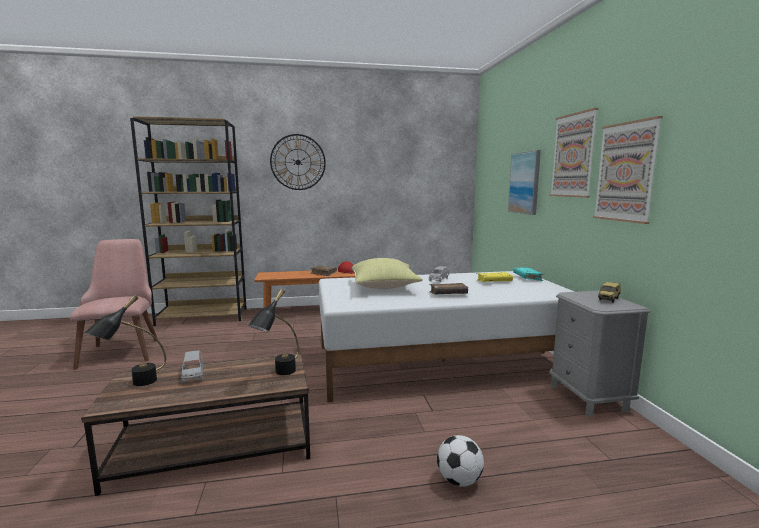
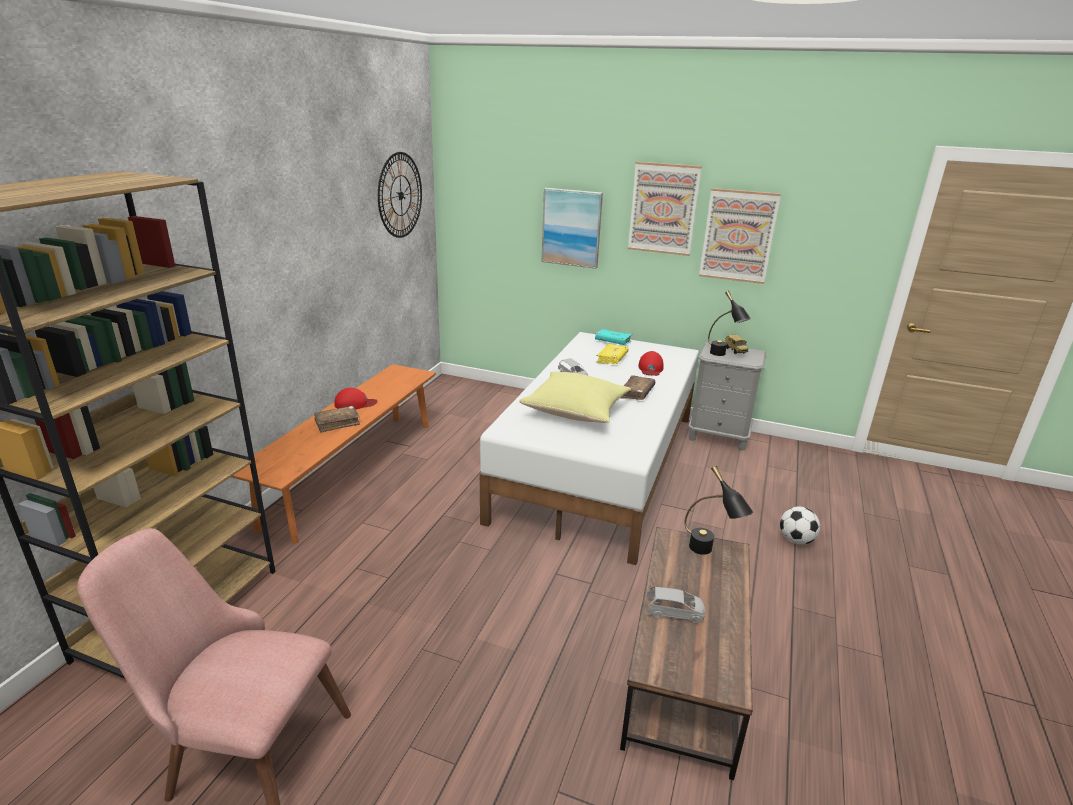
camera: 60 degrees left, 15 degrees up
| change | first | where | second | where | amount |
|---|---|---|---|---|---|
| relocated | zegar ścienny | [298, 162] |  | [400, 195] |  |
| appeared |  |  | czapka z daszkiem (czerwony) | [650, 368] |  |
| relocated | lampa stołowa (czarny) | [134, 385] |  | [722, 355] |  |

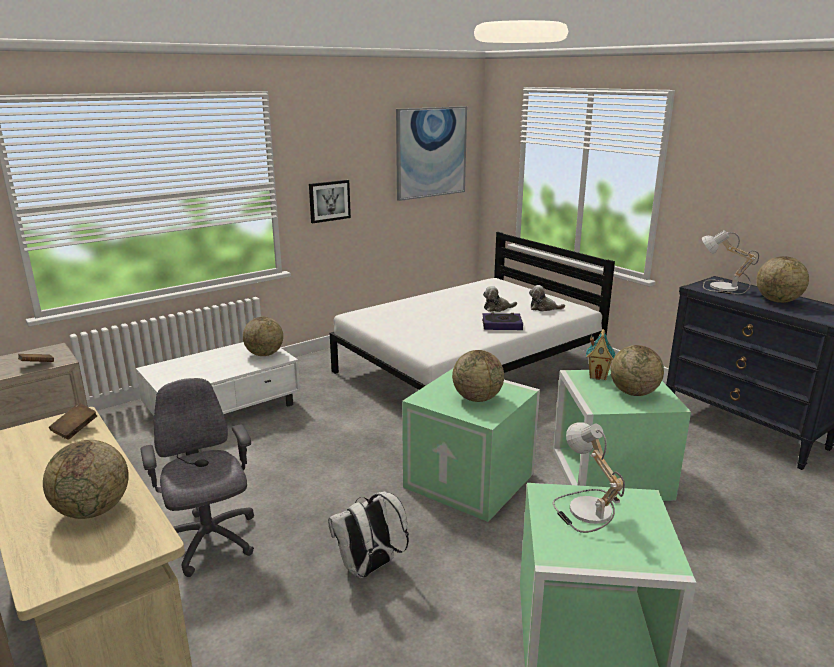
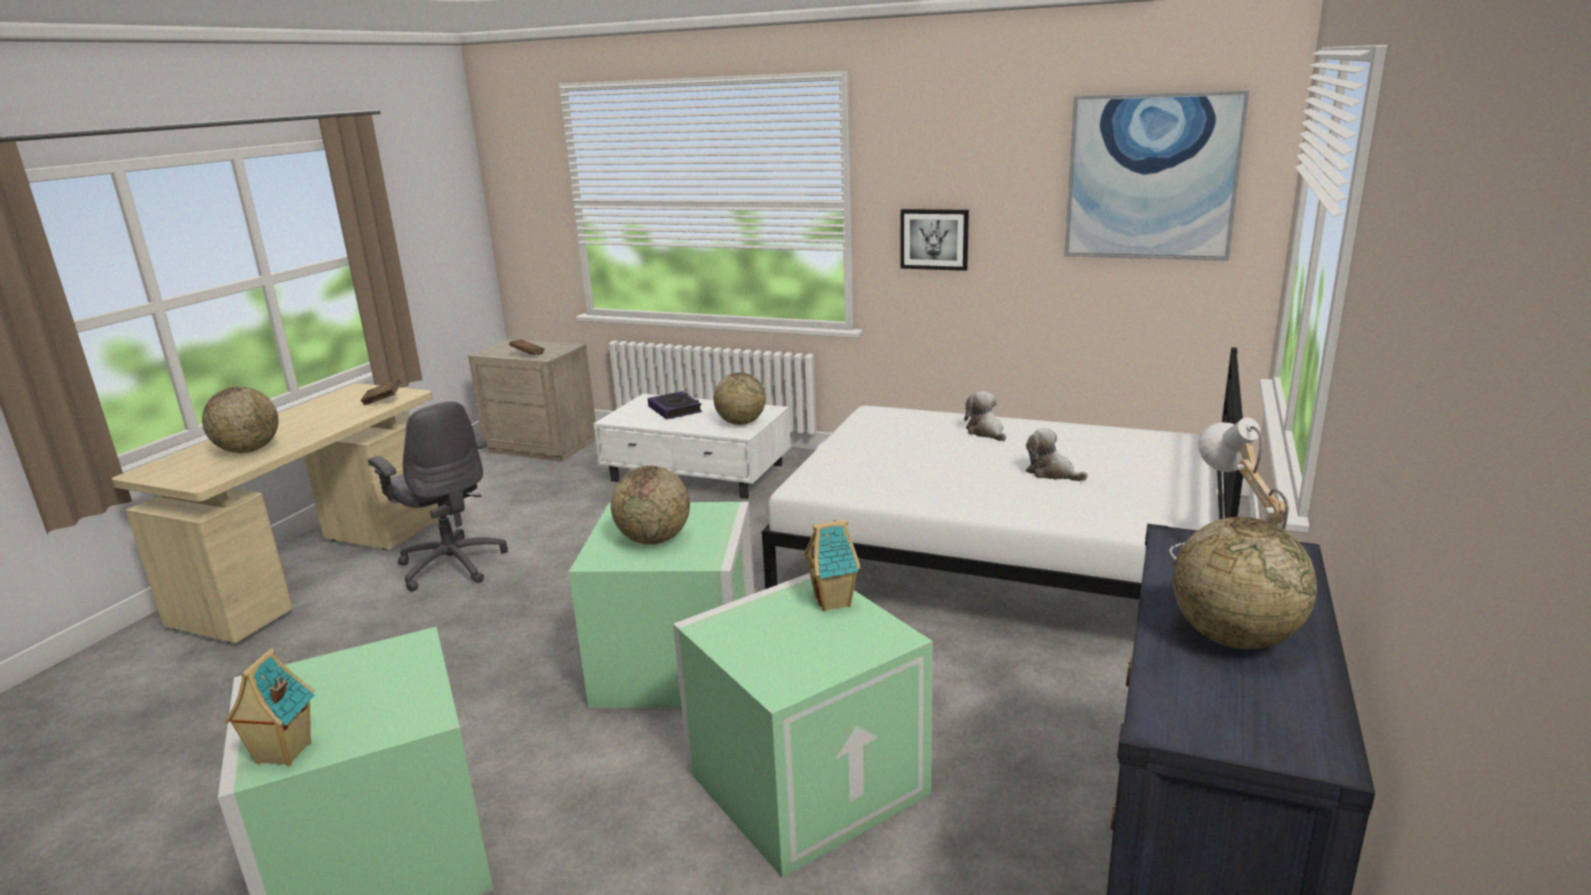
camera: 60 degrees right, 0 degrees up
| change | first | where | second | where | amount |
|---|---|---|---|---|---|
| appeared |  |  | domek | [282, 754] |  |
| spun | krzesło biurowe (szary) | [209, 542] |  | [452, 565] | 105 degrees clockwise |
| relocated | książka | [502, 325] |  | [675, 409] |  |
| relocated | pluszak | [543, 308] |  | [986, 432] |  |
| missing | plecak (biały) | [369, 568] |  |  |  |
| missing | lampa stołowa | [585, 510] |  |  |  |
| missing | globus | [633, 393] |  |  |  |

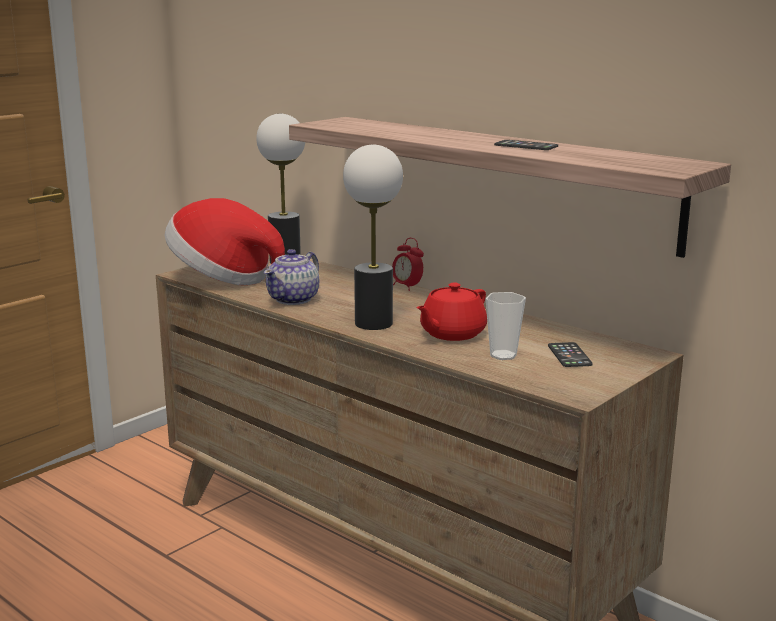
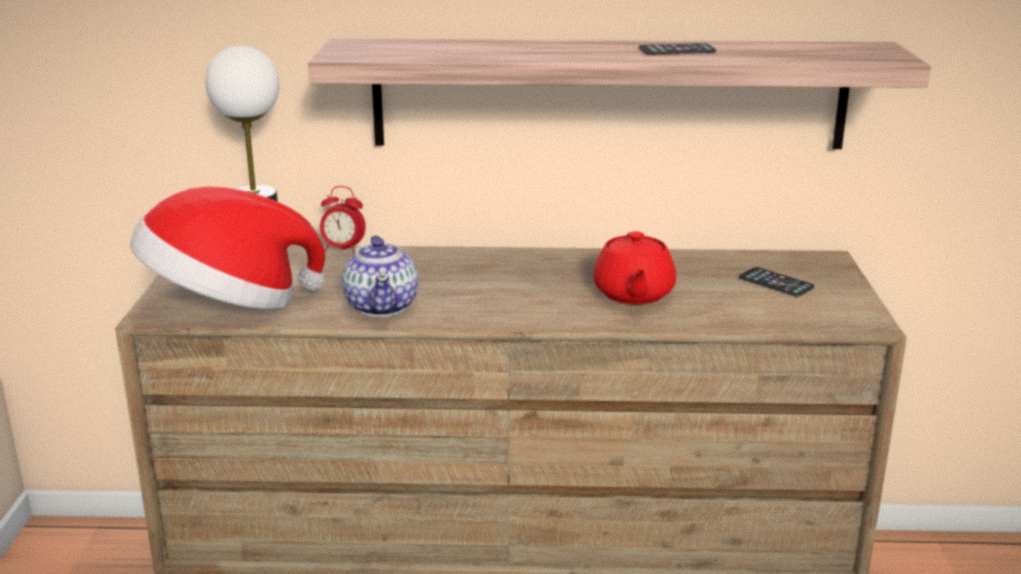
camera: 40 degrees left, 5 degrees up
| change | first | where | second | where | amount |
|---|---|---|---|---|---|
| relocated | budzik | [407, 287] |  | [343, 250] |  |
| missing | lampa stołowa | [373, 324] |  |  |  |
| missing | filiżanka | [503, 355] |  |  |  |

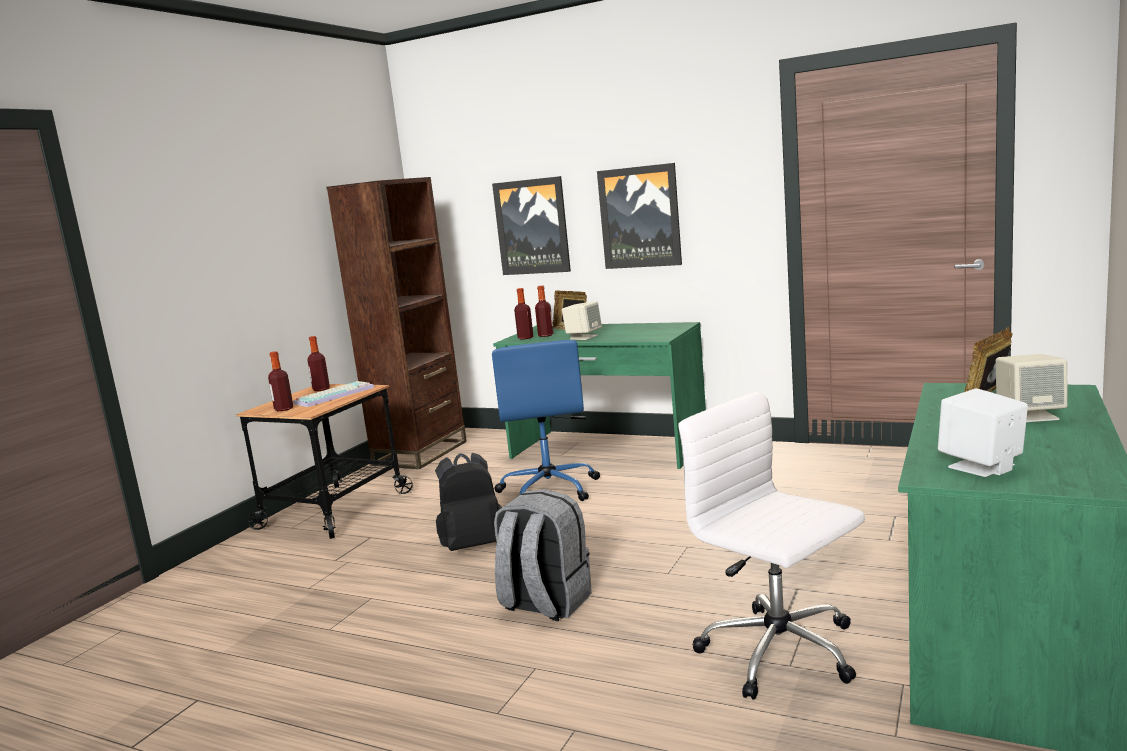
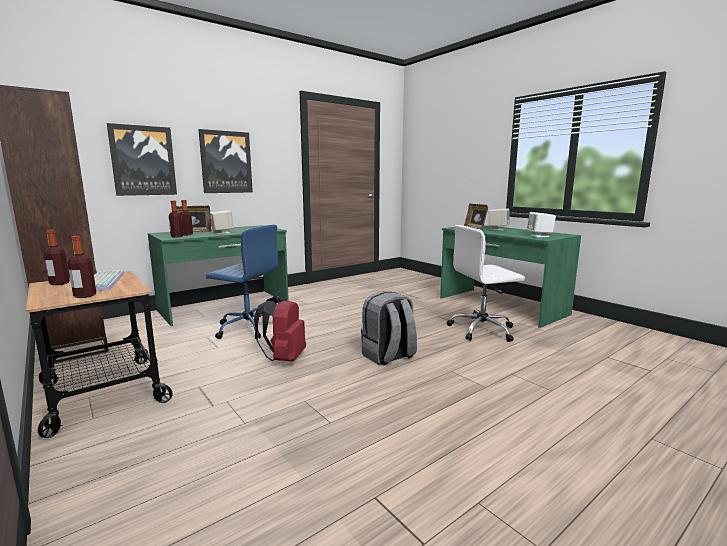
camera: 65 degrees left, 0 degrees up
| change | first | where | second | where | amount |
|---|---|---|---|---|---|
| colour | plecak (czarny) | [473, 545] | plecak (czerwony) | [284, 358] |  |

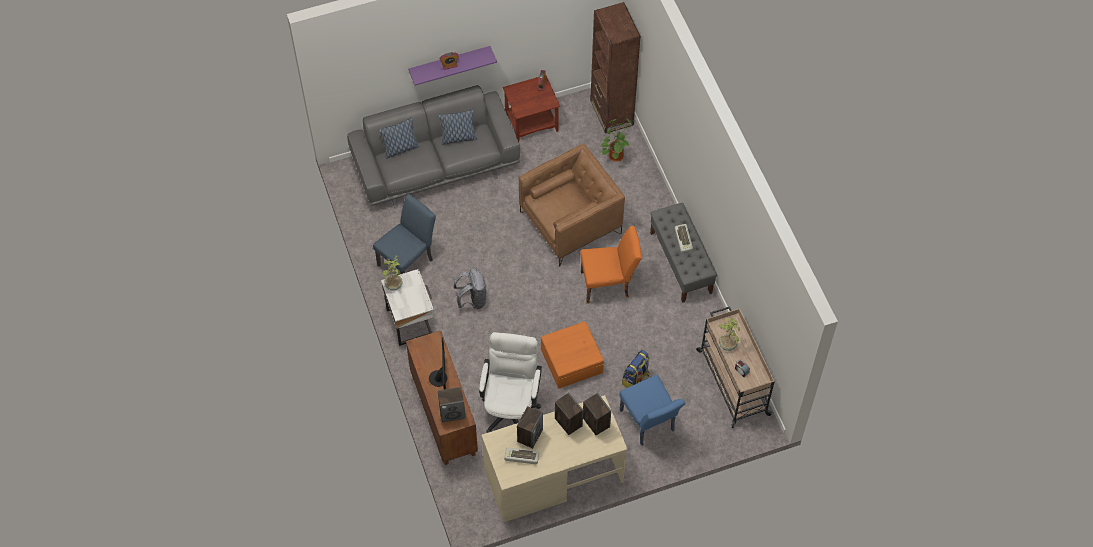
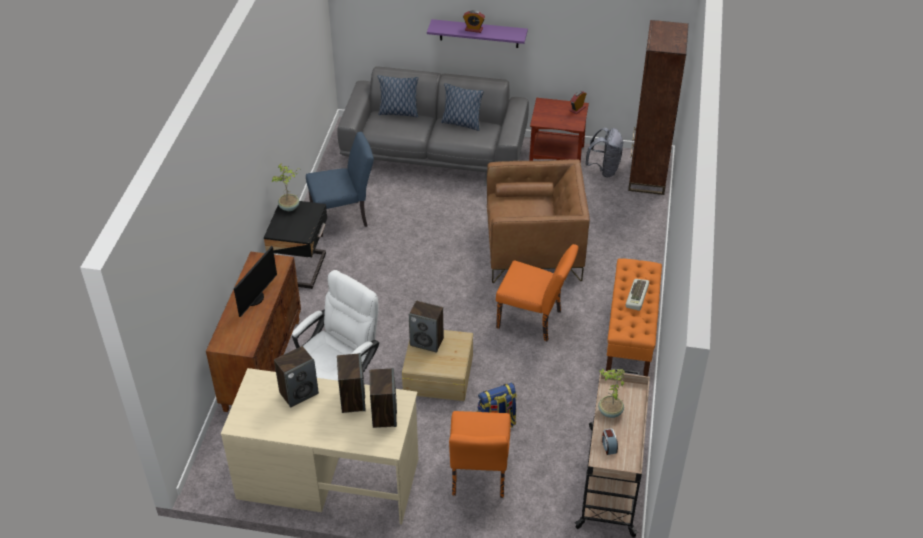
camera: 30 degrees right, 15 degrees down
| change | first | where | second | where | amount |
|---|---|---|---|---|---|
| colour | szafka nocna (biały) | [411, 322] | szafka nocna (czarny) | [301, 268] |  |
| colour | pojemnik do przechowywania (pomarańczowy) | [571, 360] | pojemnik do przechowywania (beżowy) | [437, 374] |  |
| relocated | głośnik | [452, 412] |  | [427, 341] |  |
| colour | krzesło (niebieski) | [649, 424] | krzesło (pomarańczowy) | [478, 477] |  |
| relocated | plecak (szary) | [472, 300] |  | [604, 169] |  |
| colour | ławka (szary) | [681, 263] | ławka (pomarańczowy) | [630, 334] |  |
| missing | klawiatura | [521, 457] |  |  |  |
| missing | roślina doniczkowa | [615, 154] |  |  |  |

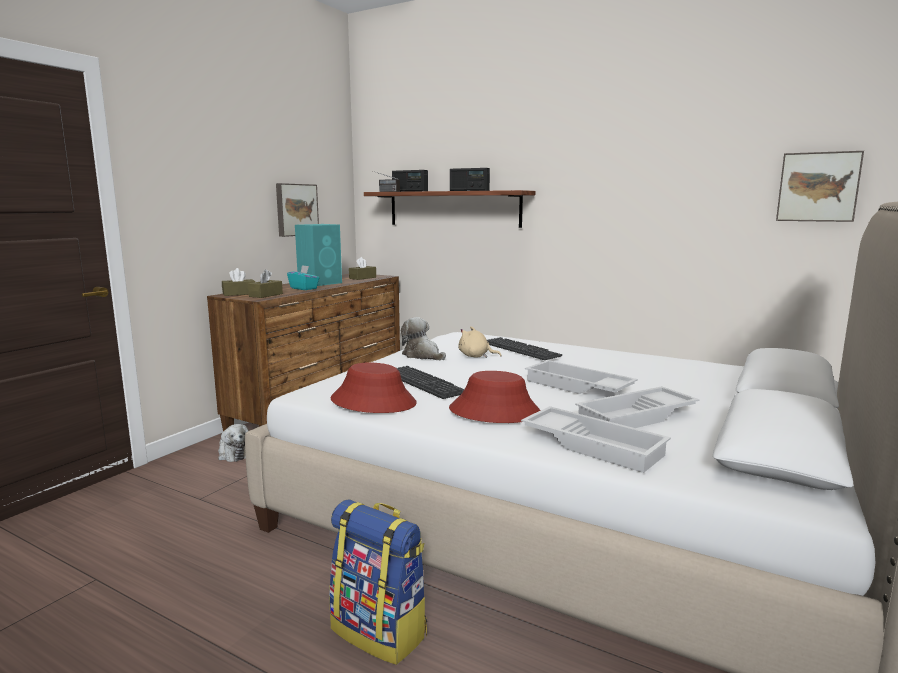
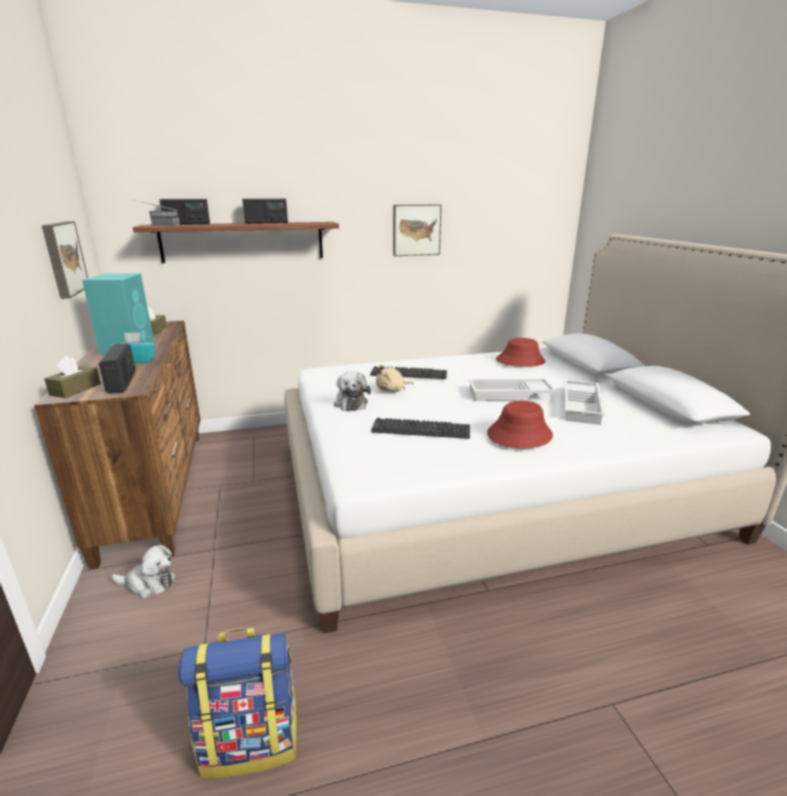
camera: 45 degrees left, 10 degrees up
| change | first | where | second | where | amount |
|---|---|---|---|---|---|
| exchanged | pudełko chusteczek (brązowy) | [266, 295] | radio | [122, 382] |  |
| relocated | plecak | [381, 631] |  | [251, 741] |  |
| spun | pluszak | [422, 355] |  | [350, 403] | 105 degrees counterclockwise |
| relocated | obraz | [818, 187] |  | [416, 230] |  |
| relocated | kapelusz (czerwony) | [373, 401] |  | [520, 361] |  |
| missing | taca (biały) | [594, 445] |  |  |  |

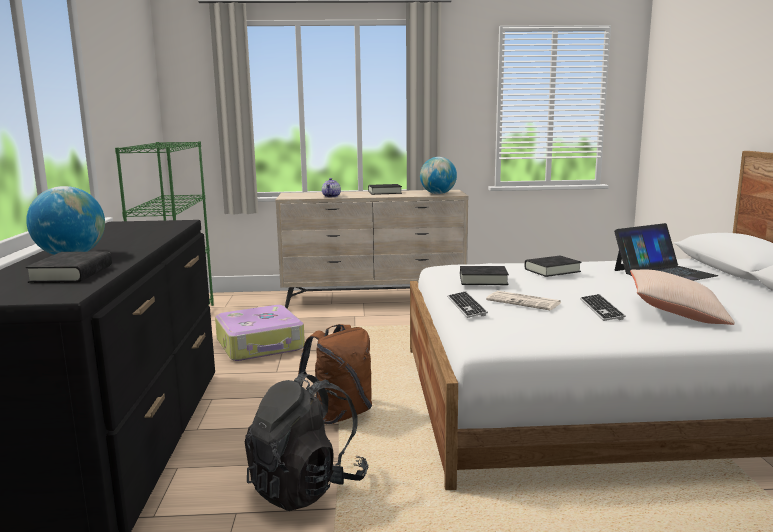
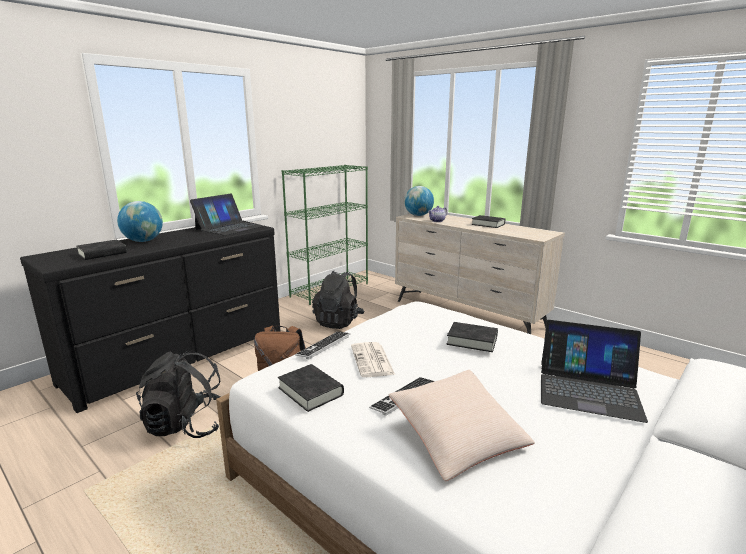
camera: 45 degrees right, 5 degrees up
| change | first | where | second | where | amount |
|---|---|---|---|---|---|
| appeared |  |  | laptop | [229, 228] |  |
| relocated | książka (czarny) | [483, 280] |  | [310, 391] |  |
| exchanged | walizka | [261, 345] | plecak (czarny) | [338, 322] |  |
| relocated | globus | [438, 194] |  | [418, 215] |  |

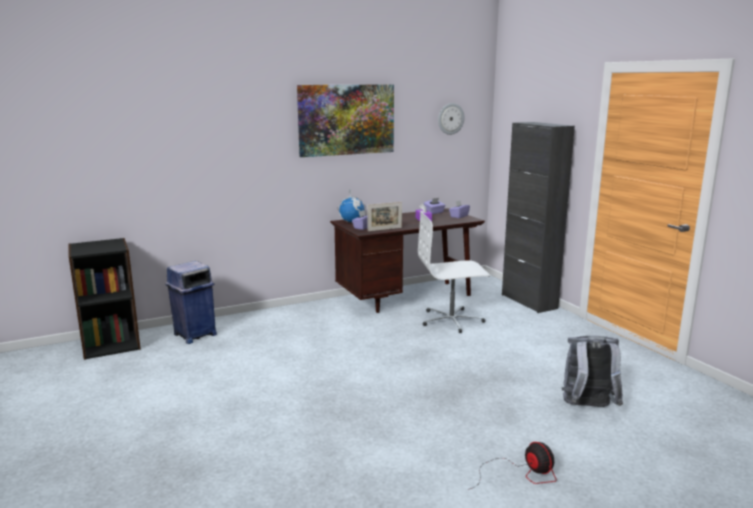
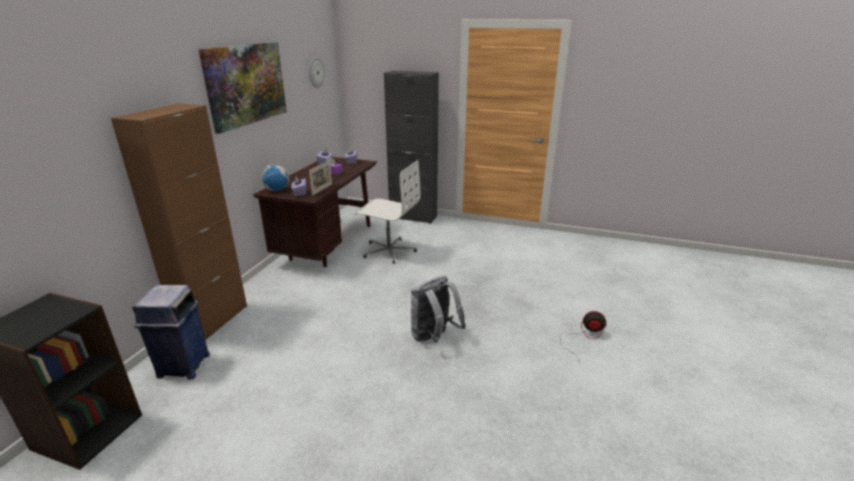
camera: 45 degrees left, 10 degrees up
| change | first | where | second | where | amount |
|---|---|---|---|---|---|
| appeared |  |  | szafka (brązowy) | [213, 321] |  |
| spun | krzesło biurowe (biały) | [452, 320] |  | [389, 251] | 105 degrees counterclockwise |
| relocated | plecak (szary) | [587, 407] |  | [434, 337] |  |

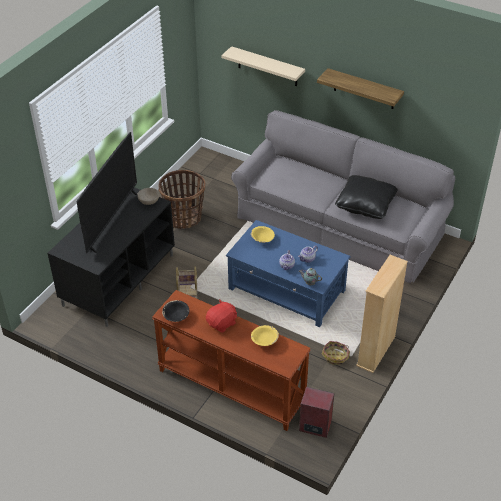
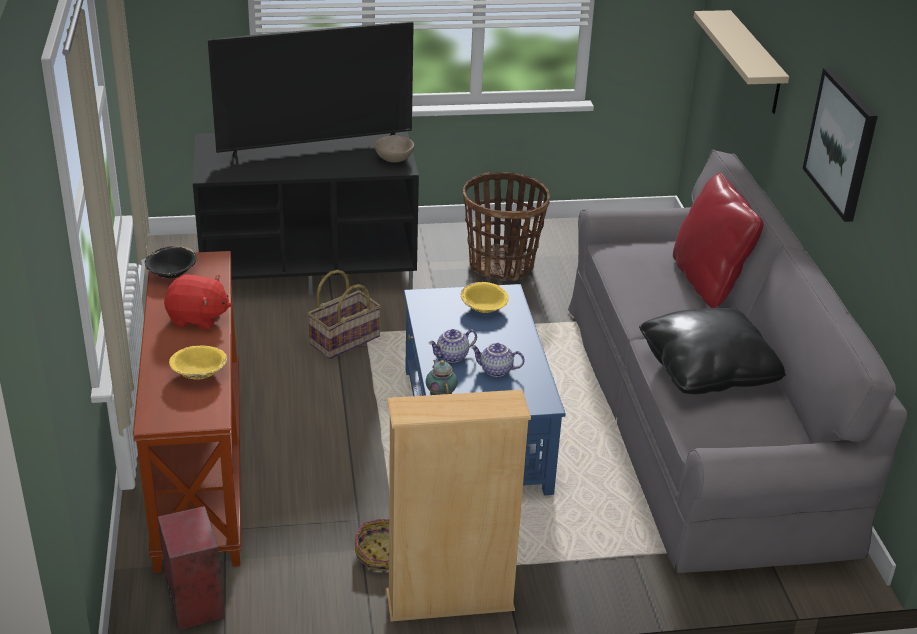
camera: 50 degrees right, 10 degrees down
| change | first | where | second | where | amount |
|---|---|---|---|---|---|
| appeared |  |  | poduszka (czerwony) | [708, 282] |  |
| exchanged | półka | [364, 89] | obraz | [842, 143] |  |

